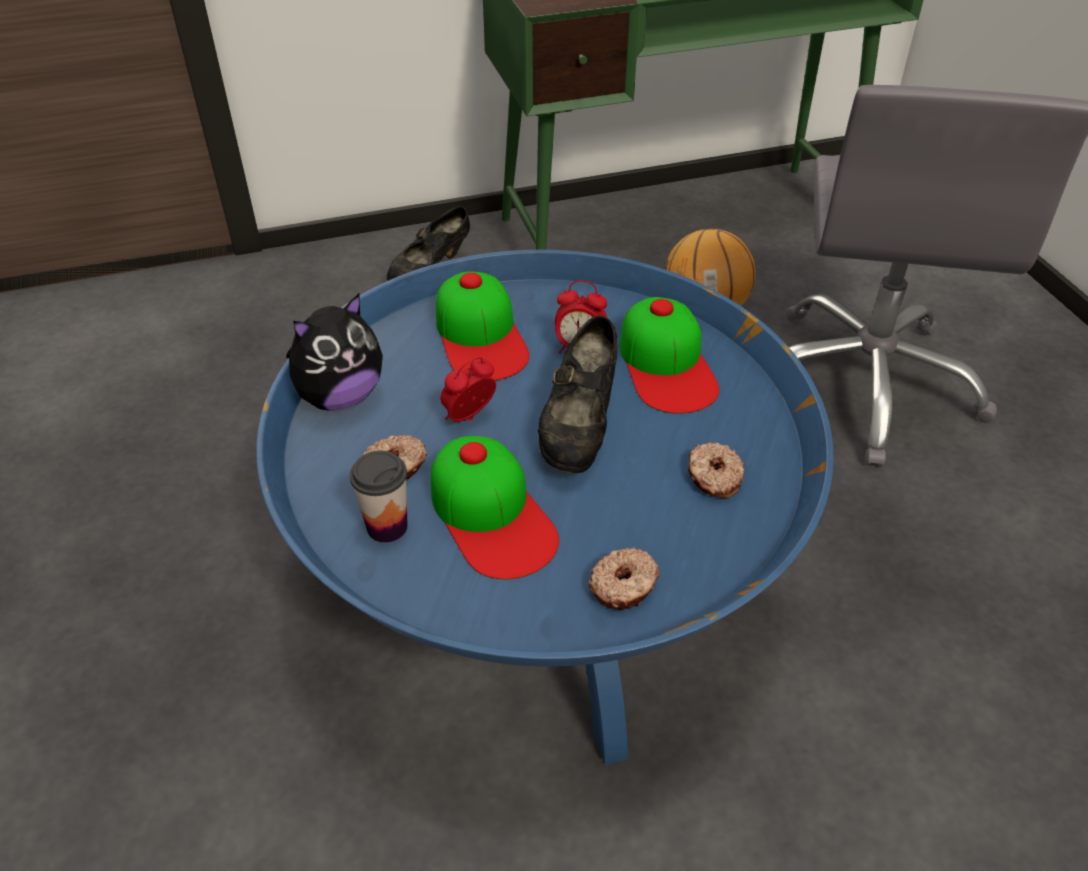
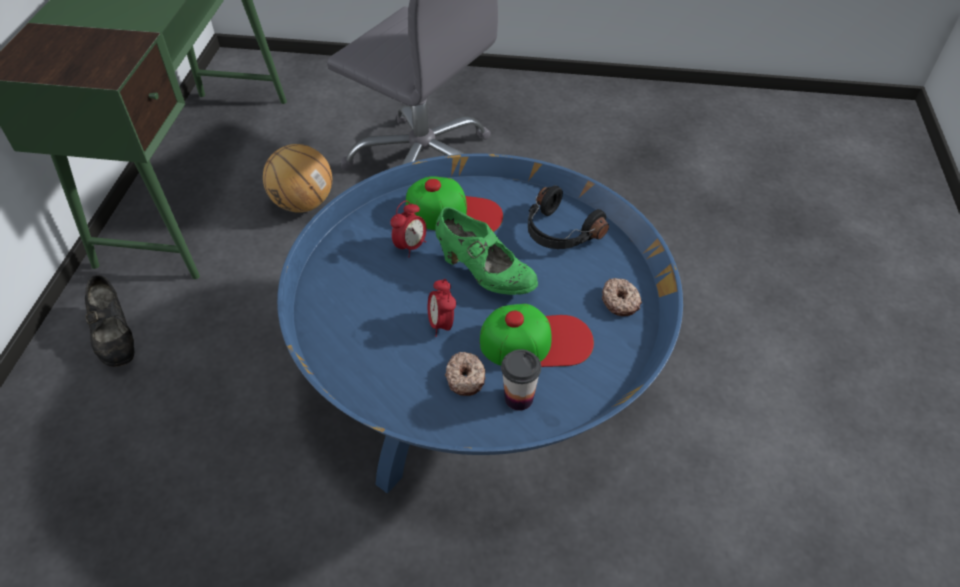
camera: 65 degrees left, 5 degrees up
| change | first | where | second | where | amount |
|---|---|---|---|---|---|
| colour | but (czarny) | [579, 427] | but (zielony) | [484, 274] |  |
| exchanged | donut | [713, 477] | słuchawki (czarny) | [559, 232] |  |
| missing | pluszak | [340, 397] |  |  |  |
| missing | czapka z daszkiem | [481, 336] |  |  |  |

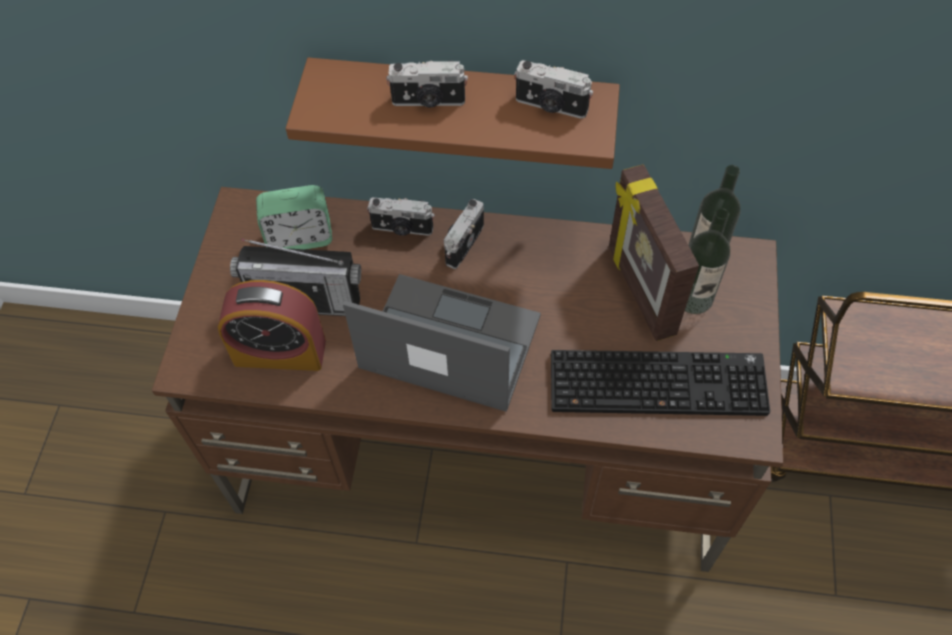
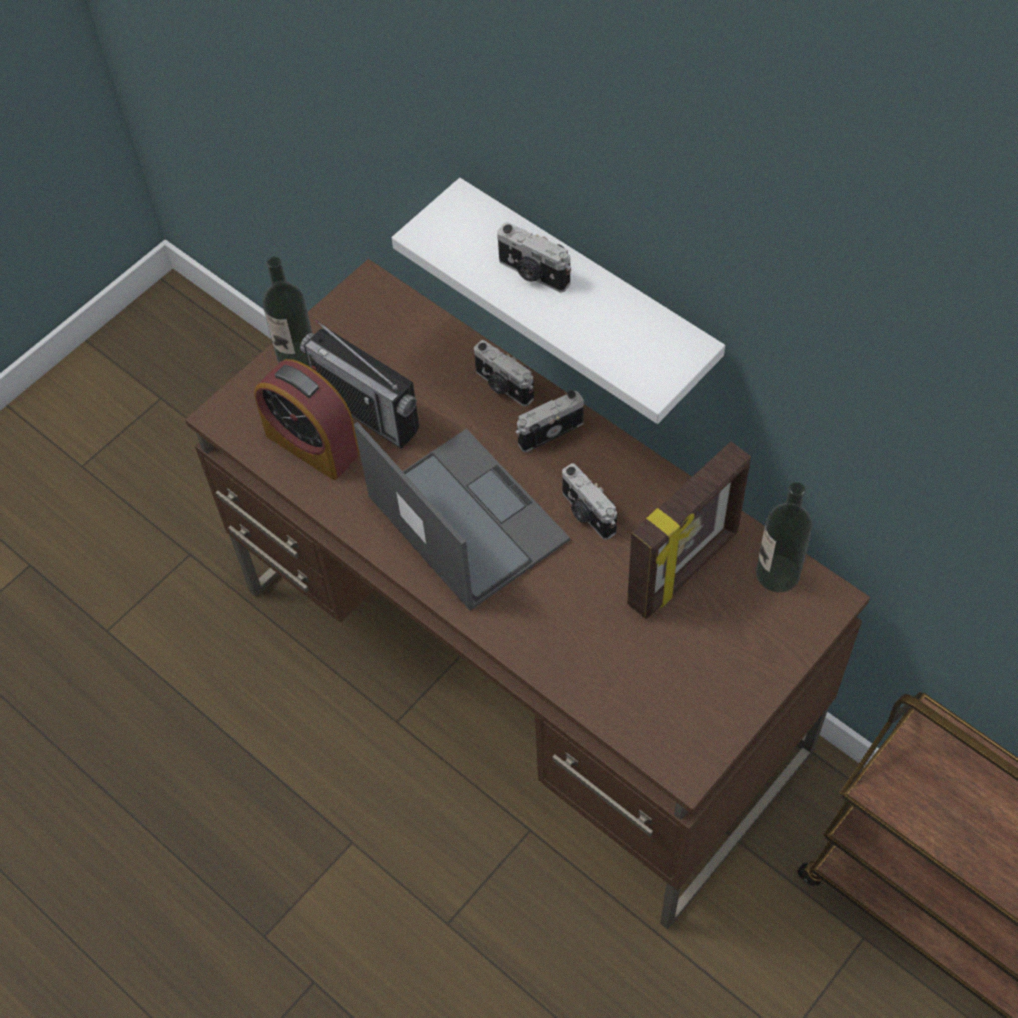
camera: 35 degrees right, 0 degrees up
| change | first | where | second | where | amount |
|---|---|---|---|---|---|
| relocated | butelka | [693, 298] |  | [297, 357] |  |
| colour | półka (brązowy) | [462, 109] | półka (biały) | [587, 296] |  |
| relocated | aparat fotograficzny | [551, 106] |  | [587, 513] |  |
| spun | ramka na zdjęcie | [639, 290] |  | [685, 569] | 150 degrees counterclockwise |
| missing | budzik | [299, 238] |  |  |  |
| missing | klawiatura | [659, 381] |  |  |  |

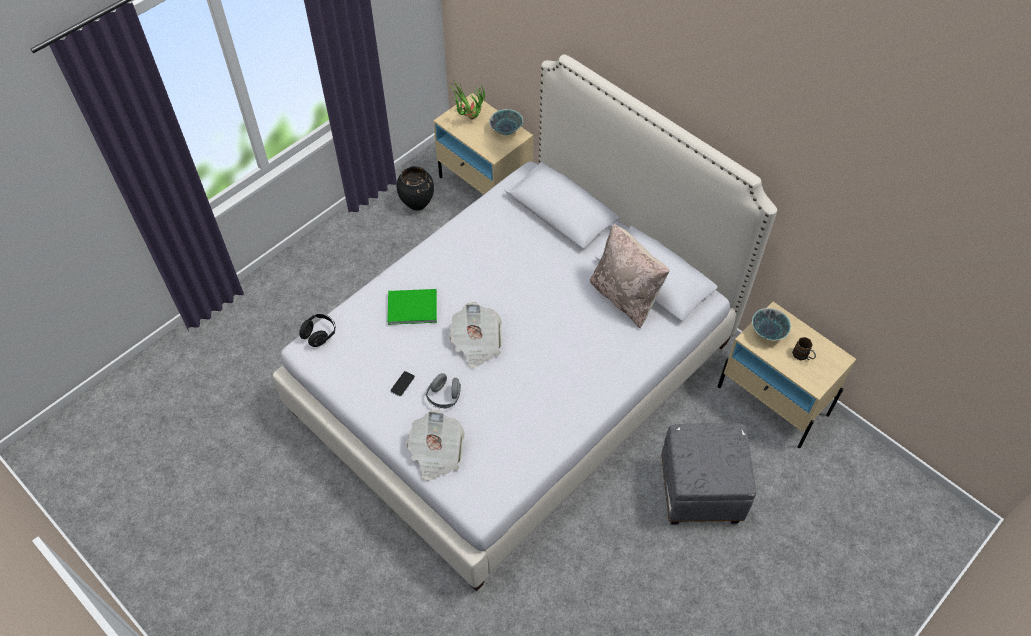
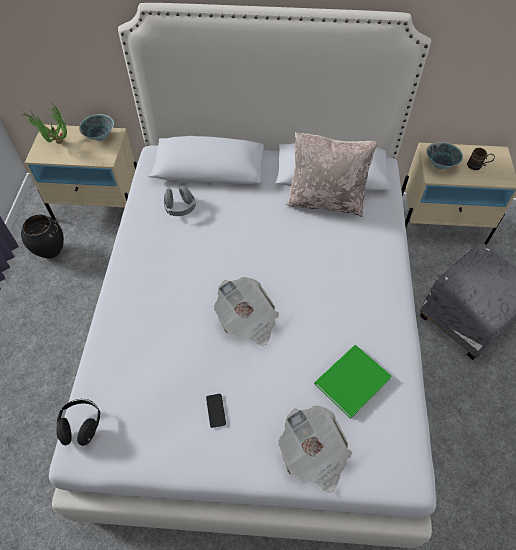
camera: 40 degrees left, 0 degrees up
| change | first | where | second | where | amount |
|---|---|---|---|---|---|
| relocated | słuchawki (szary) | [444, 397] |  | [180, 208] |  |
| relocated | książka (zielony) | [411, 306] |  | [349, 381] |  |

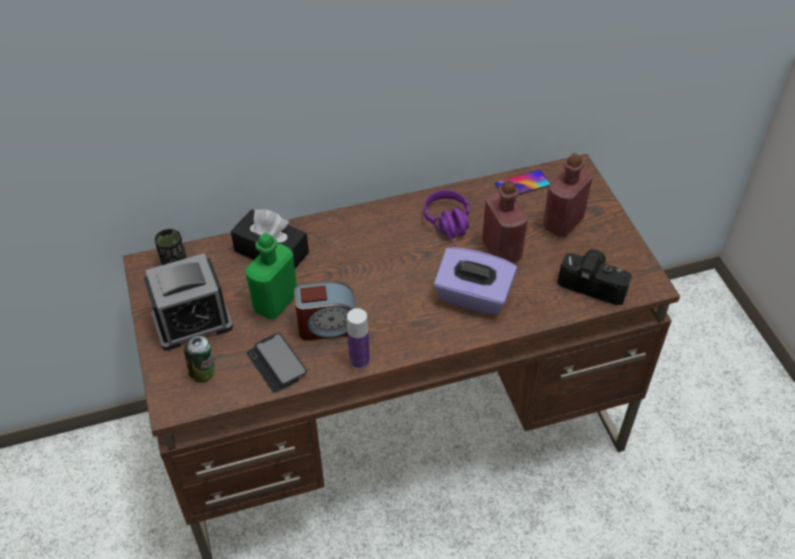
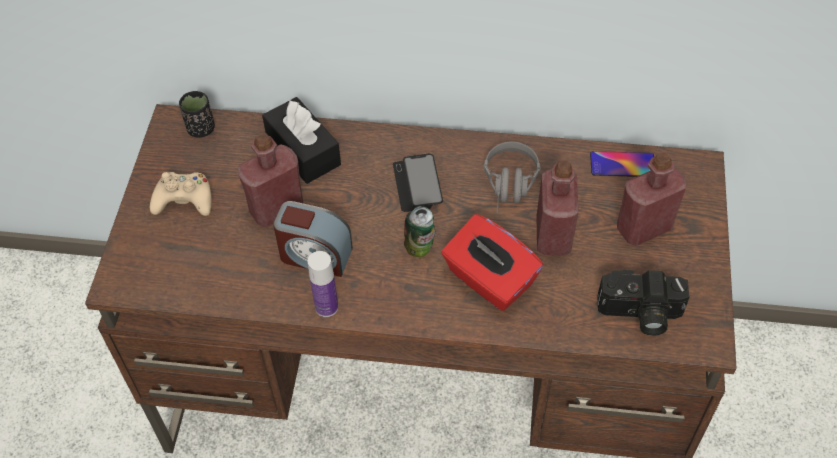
camera: 25 degrees right, 5 degrees up
| change | first | where | second | where | amount |
|---|---|---|---|---|---|
| exchanged | budzik | [192, 321] | pad do gier (beżowy) | [184, 200] |  |
| colour | butelka (zielony) | [275, 302] | butelka (czerwony) | [276, 209] |  |
| relocated | telefon | [276, 364] |  | [417, 184] |  |
| relocated | puszka | [204, 373] |  | [420, 247] |  |
| colour | pudełko chusteczek (fioletowy) | [473, 297] | pudełko chusteczek (czerwony) | [489, 280] |  |
| colour | słuchawki (fioletowy) | [450, 227] | słuchawki (szary) | [510, 188] |  |
| spun | aparat fotograficzny | [594, 283] |  | [639, 314] | 135 degrees clockwise |

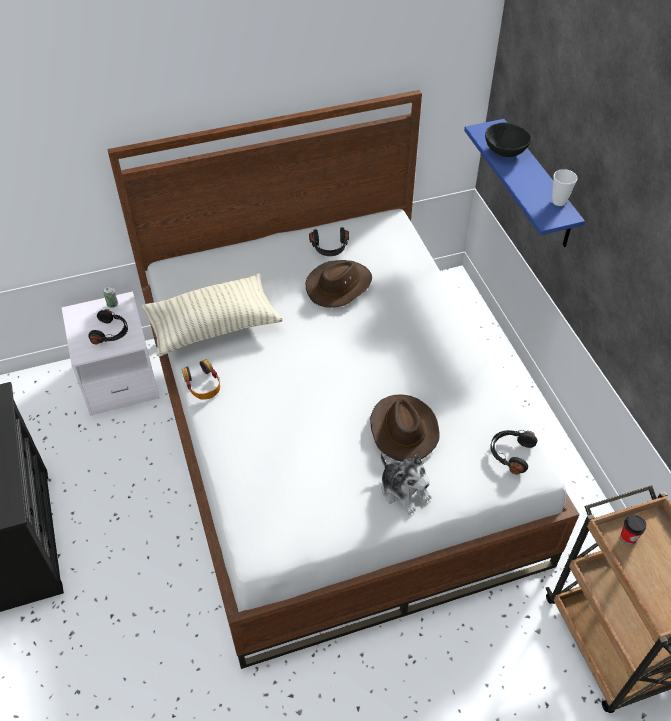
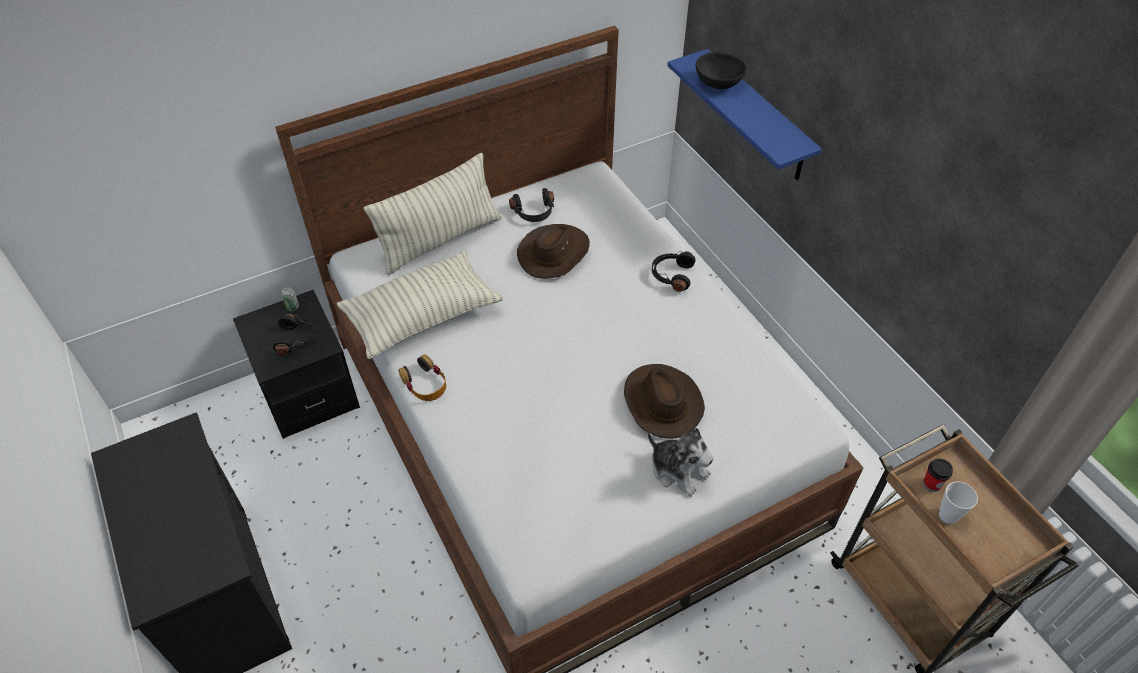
camera: 10 degrees left, 0 degrees up
| change | first | where | second | where | amount |
|---|---|---|---|---|---|
| colour | szafka nocna (biały) | [119, 379] | szafka nocna (czarny) | [308, 392] |  |
| appeared |  |  | poduszka | [440, 240] |  |
| relocated | słuchawki (czarny) | [510, 453] |  | [671, 275] |  |
| relocated | filiżanka | [559, 201] |  | [948, 515] |  |

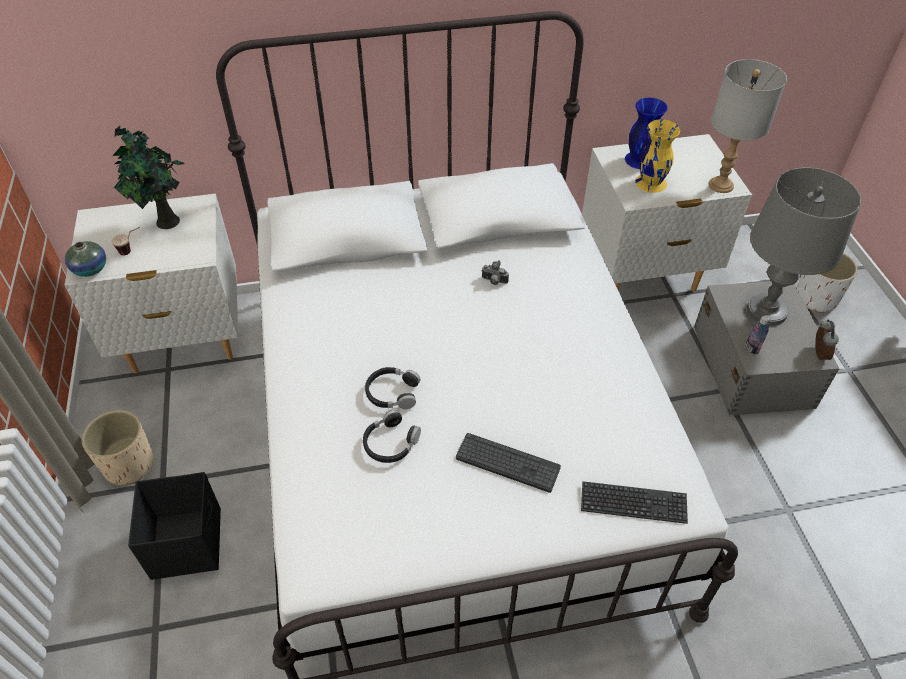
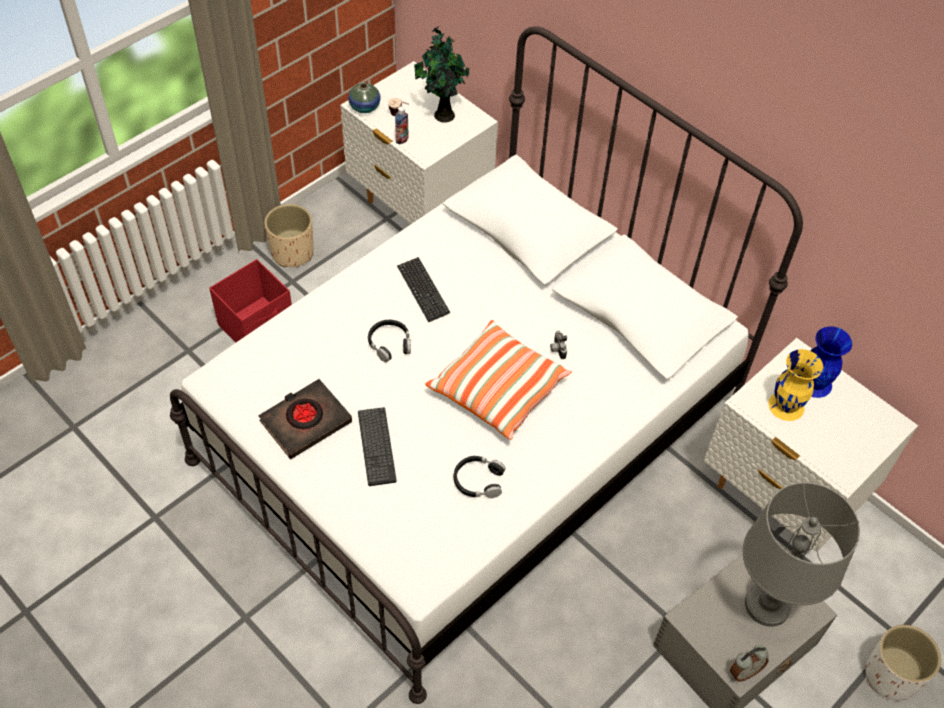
camera: 55 degrees right, 5 degrees up
| change | first | where | second | where | amount |
|---|---|---|---|---|---|
| colour | pojemnik do przechowywania (czarny) | [187, 542] | pojemnik do przechowywania (czerwony) | [258, 326] |  |
| appeared |  |  | książka (czarny) | [305, 421] |  |
| relocated | butelka | [752, 348] |  | [402, 139] |  |
| relocated | klawiatura | [633, 503] |  | [423, 290] |  |
| appeared |  |  | poduszka | [498, 389] |  |
| relocated | słuchawki (czarny) | [391, 443] |  | [478, 481] |  |
| missing | lampa stołowa (szary) | [721, 185] |  |  |  |

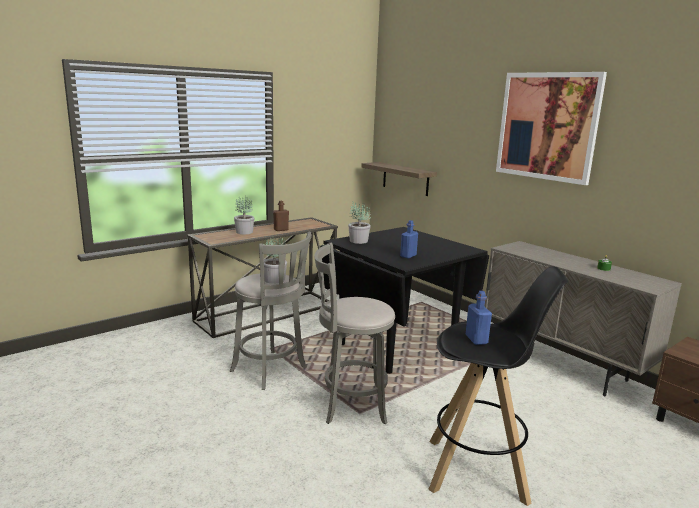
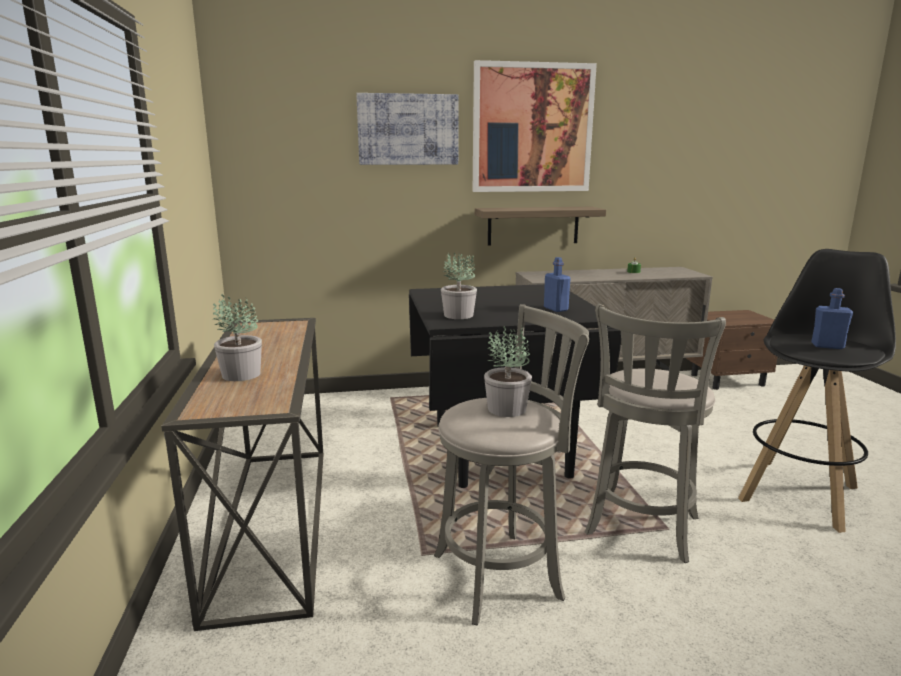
camera: 60 degrees left, 0 degrees up
| change | first | where | second | where | amount |
|---|---|---|---|---|---|
| appeared |  |  | obraz | [408, 129] |  |
| relocated | półka | [405, 179] |  | [533, 225] |  |
| missing | butelka (brązowy) | [281, 230] |  |  |  |

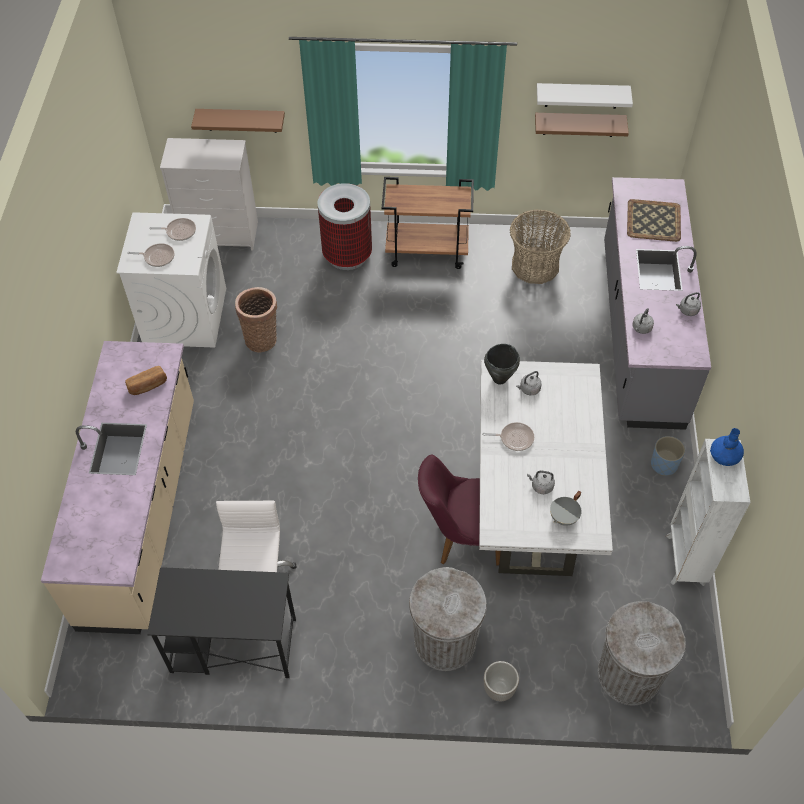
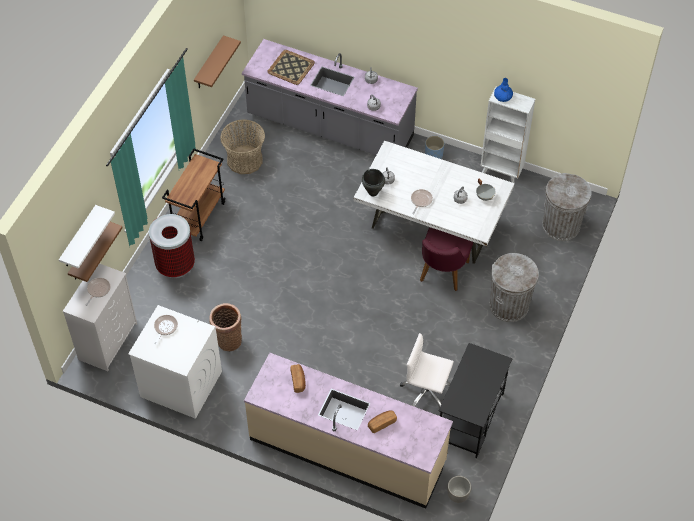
camera: 70 degrees left, 0 degrees up
| change | first | where | second | where | amount |
|---|---|---|---|---|---|
| relocated | półka (biały) | [581, 95] |  | [79, 238] |  |
| relocated | patelnia | [157, 257] |  | [98, 290] |  |
| appeared |  |  | chleb | [381, 423] |  |
| relocated | donica | [499, 689] |  | [457, 495] |  |

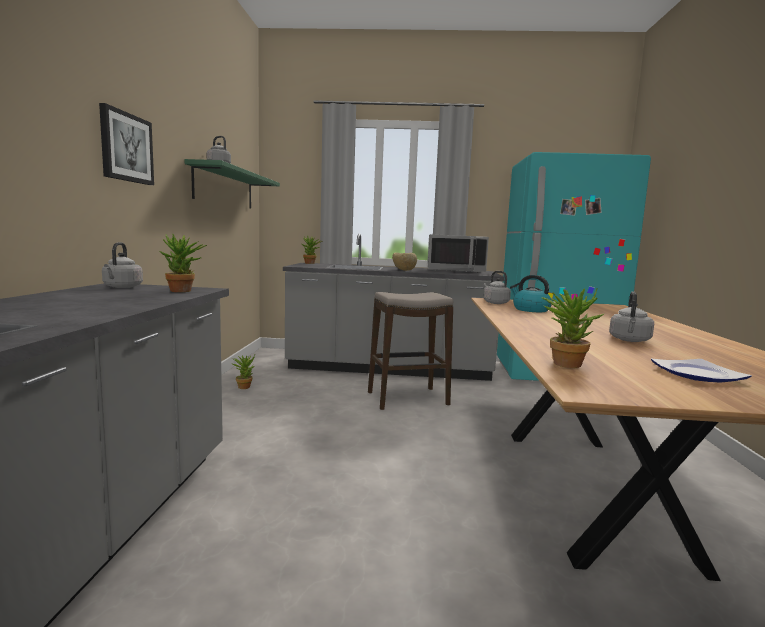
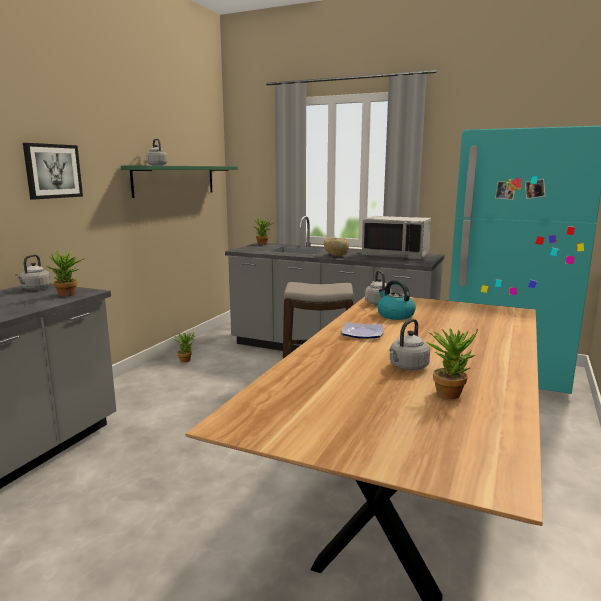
camera: 20 degrees right, 5 degrees up
| change | first | where | second | where | amount |
|---|---|---|---|---|---|
| relocated | talerz | [699, 375] |  | [363, 334] |  |
| relocated | roślina doniczkowa | [565, 363] |  | [449, 392] |  |

